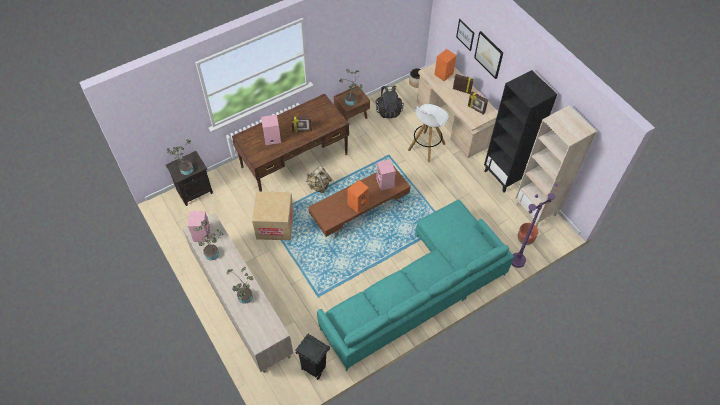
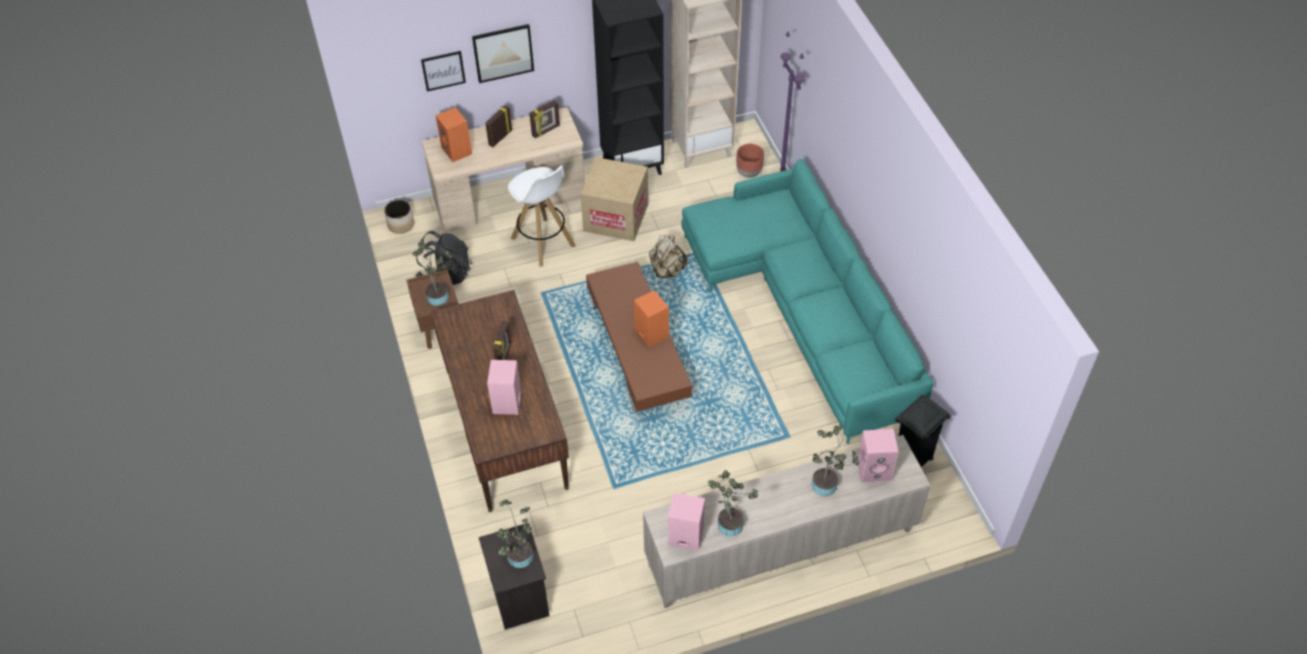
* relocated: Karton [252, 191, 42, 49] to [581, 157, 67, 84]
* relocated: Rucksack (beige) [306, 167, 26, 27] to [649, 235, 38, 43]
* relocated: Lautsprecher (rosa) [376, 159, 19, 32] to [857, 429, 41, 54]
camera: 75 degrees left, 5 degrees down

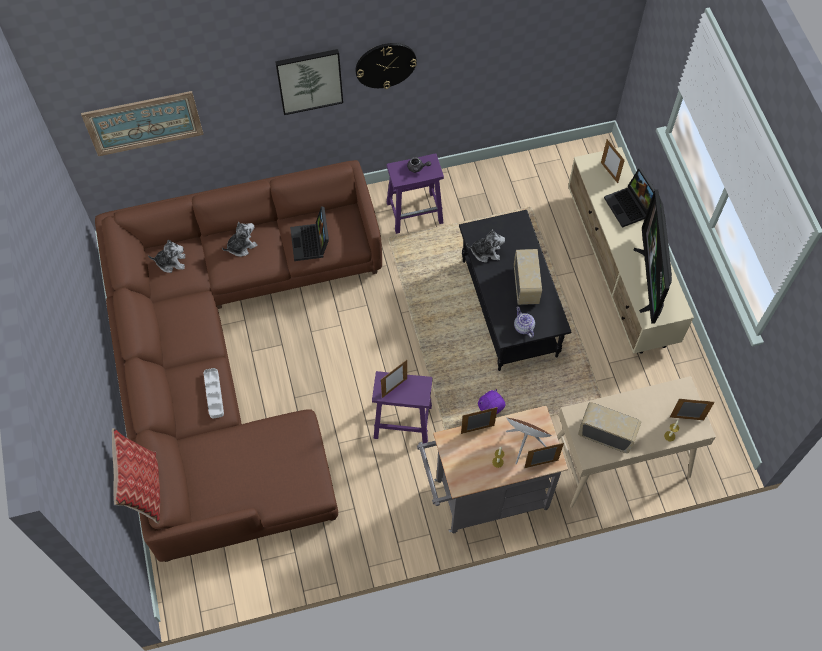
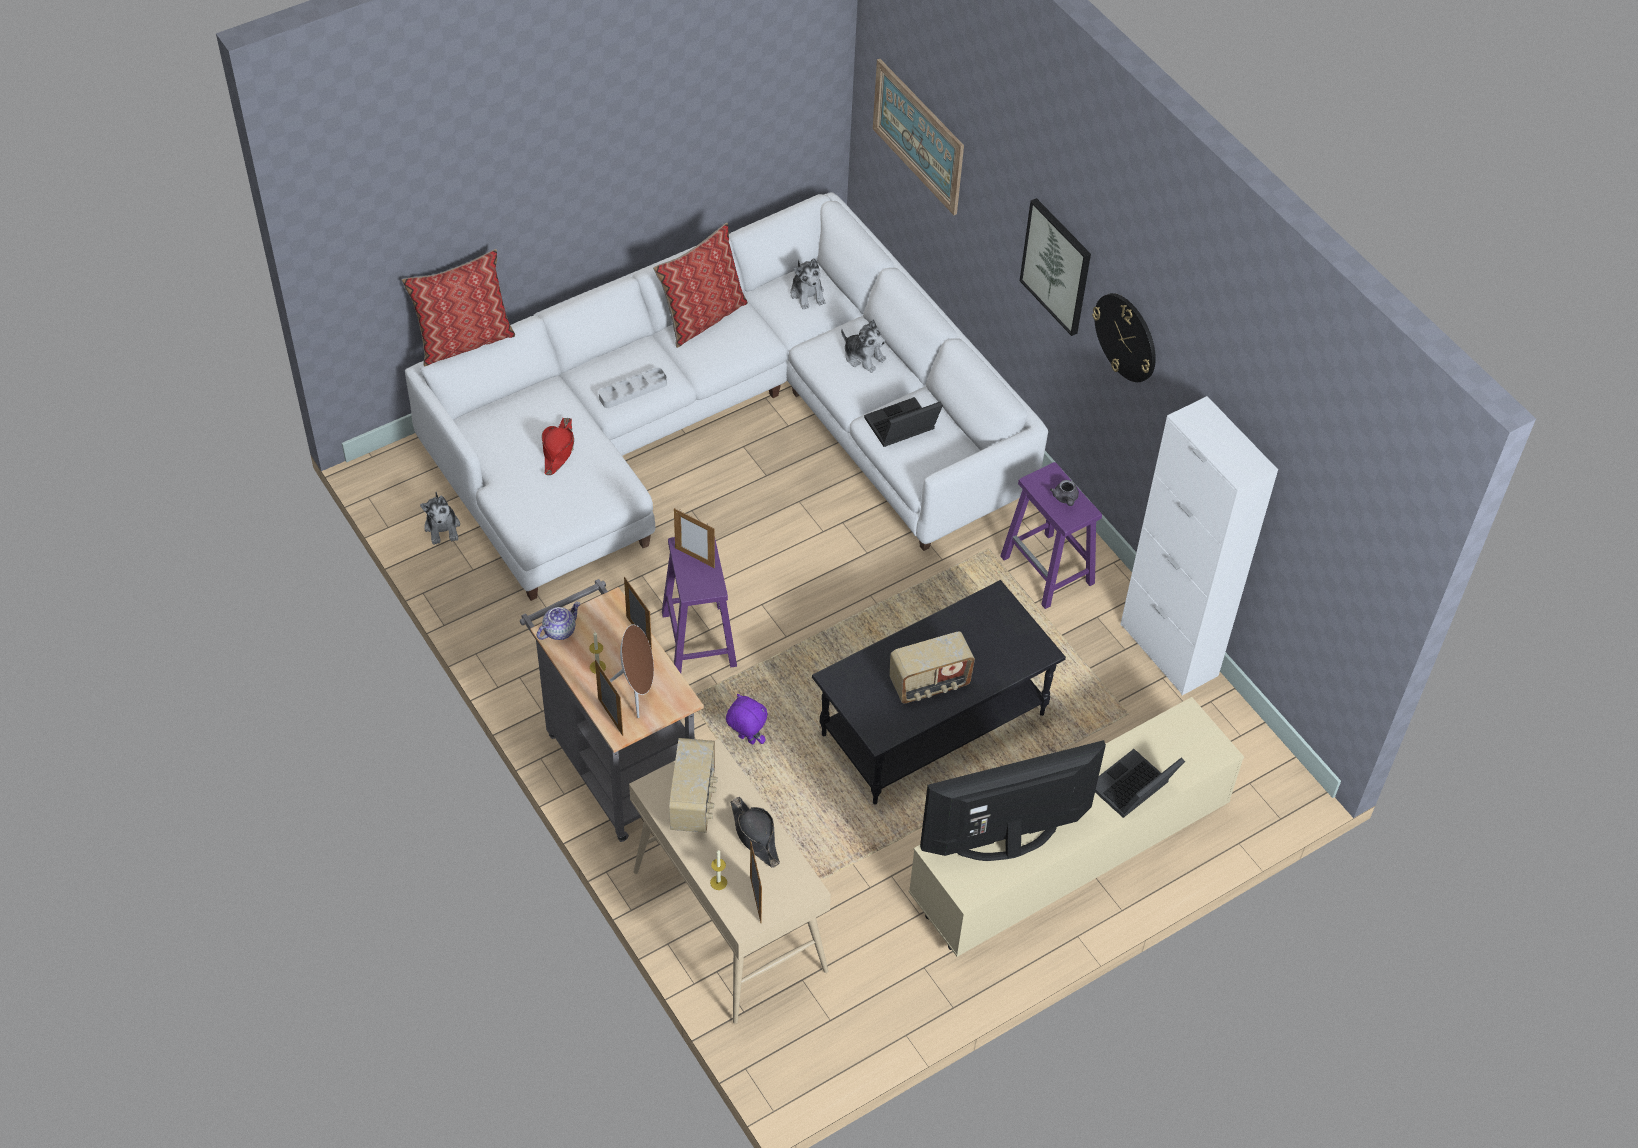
* colour: Sofa (braun) [95, 160, 287, 402] to Sofa (weiß) [405, 192, 643, 409]
* relocated: Plüschtier [466, 229, 39, 34] to [420, 492, 40, 53]
* relocated: Teekanne [514, 306, 21, 32] to [537, 602, 43, 38]
* appeared: Hut (rot) [542, 418, 32, 57]
* appeared: Kissen [653, 223, 95, 125]
* appeared: Hut (schwarz) [730, 797, 50, 71]
* appeared: Schrank (weiß) [1120, 396, 158, 299]
* missing: Bilderrahmen [601, 139, 24, 44]
camera: 70 degrees right, 10 degrees down

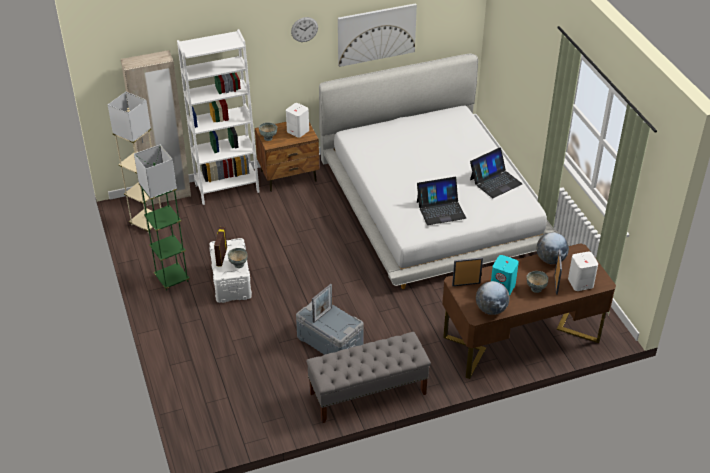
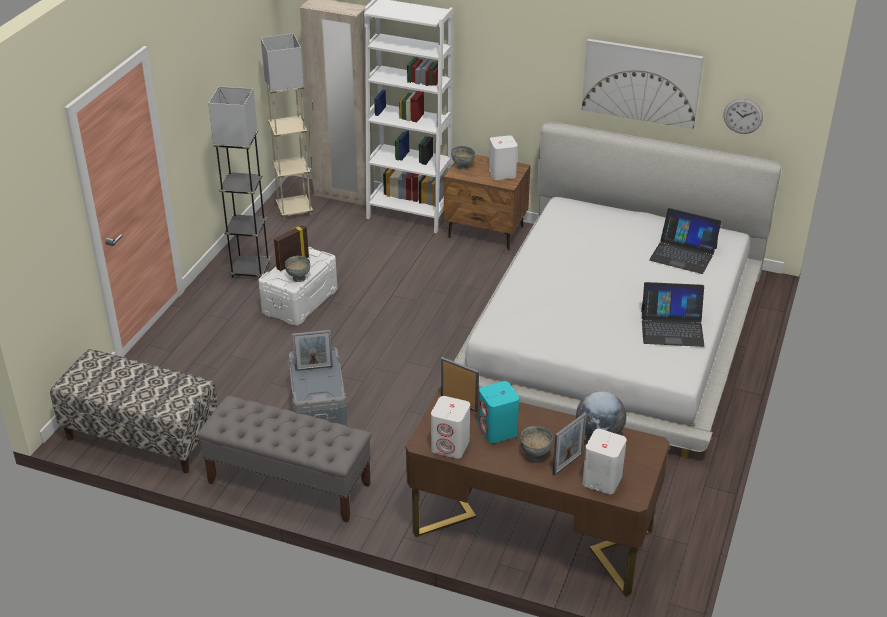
* appeared: Bank [50, 349, 168, 124]
* colour: Stehlampe (grün) [134, 145, 56, 146] to Stehlampe (grau) [208, 86, 63, 192]
* exchanged: Globus [476, 281, 34, 34] to Lautsprecher (weiß) [431, 396, 39, 63]
* relocated: Laptop [417, 177, 49, 48] to [649, 208, 73, 66]
* relocated: Wanduhr [291, 17, 27, 25] to [723, 98, 40, 36]
camera: 40 degrees right, 5 degrees down

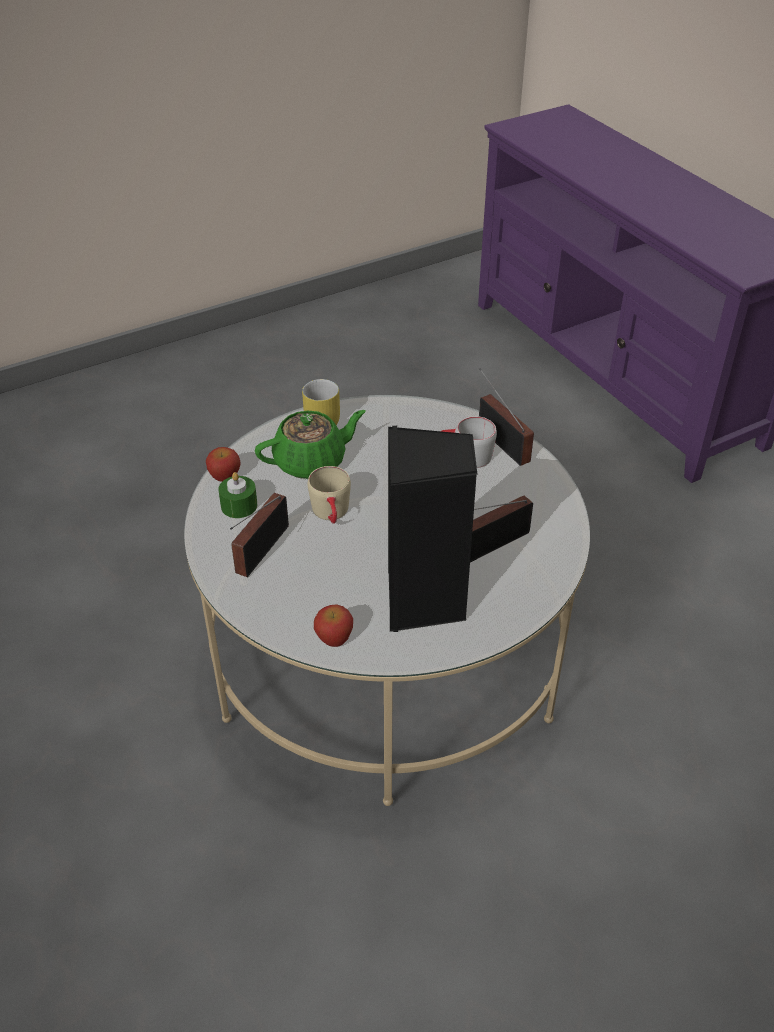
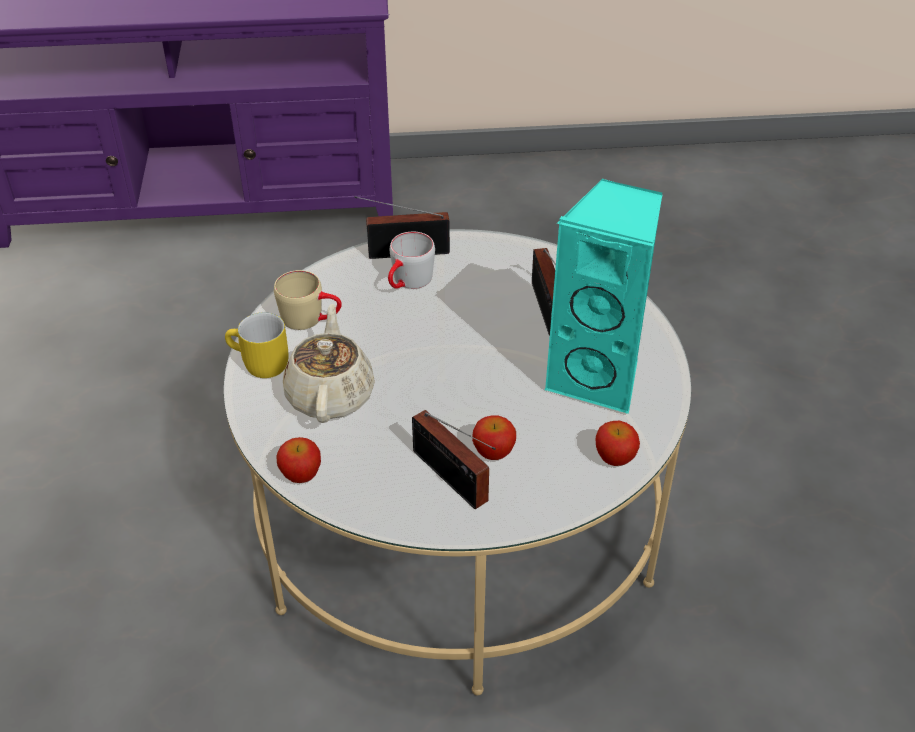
* relocated: Henkelbecher (beige) [307, 466, 44, 58] to [274, 270, 68, 60]
* colour: Teekanne (grün) [255, 410, 111, 69] to Teekanne (beige) [283, 304, 92, 119]
* appeared: Apfel [472, 415, 44, 45]
* colour: Lautsprecher (schwarz) [388, 426, 90, 206] to Lautsprecher (türkis) [544, 179, 118, 235]
* missing: Kerze (grün) [218, 472, 39, 46]
camera: 65 degrees left, 0 degrees up

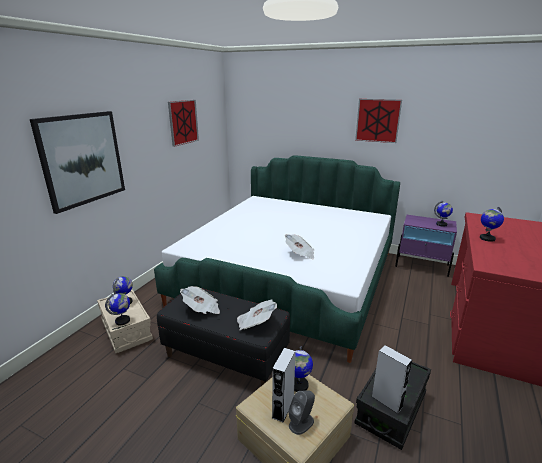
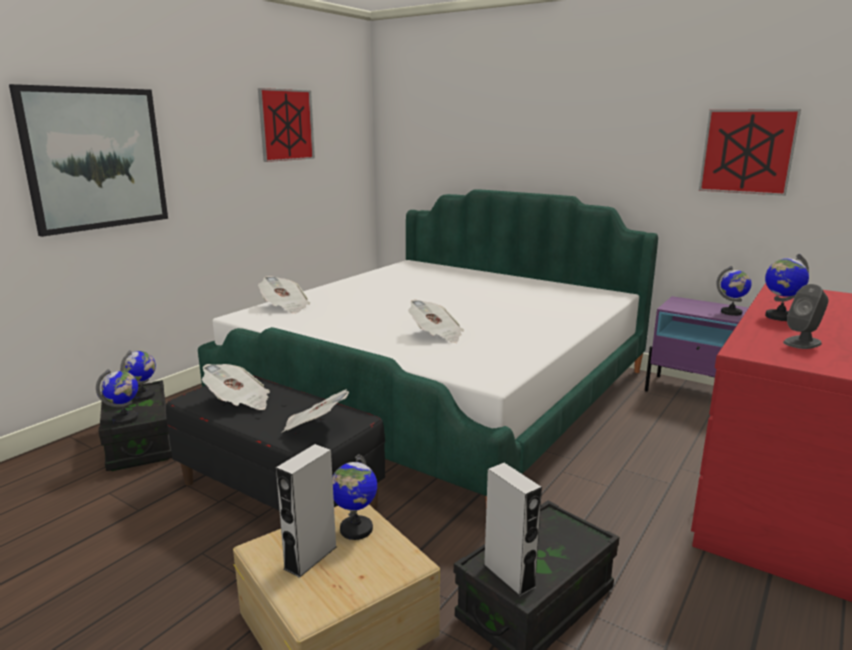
* colour: Aufbewahrungsbox (beige) [97, 290, 56, 63] to Aufbewahrungsbox (schwarz) [99, 380, 73, 91]
* appeared: Zeitung [258, 276, 52, 38]
* relocated: Bild [355, 99, 47, 44] to [699, 109, 102, 87]
* relocated: Lautsprecher (grau) [288, 390, 27, 45] to [783, 284, 45, 65]
camera: 10 degrees right, 5 degrees down

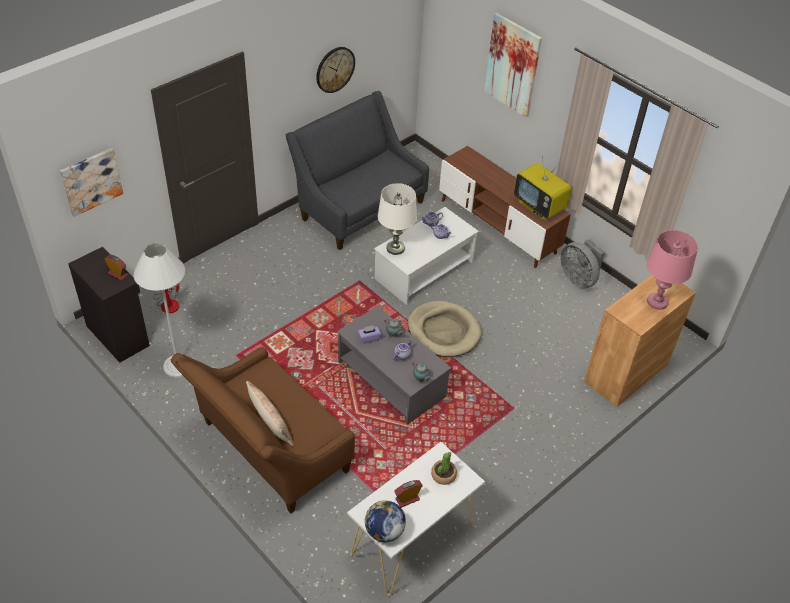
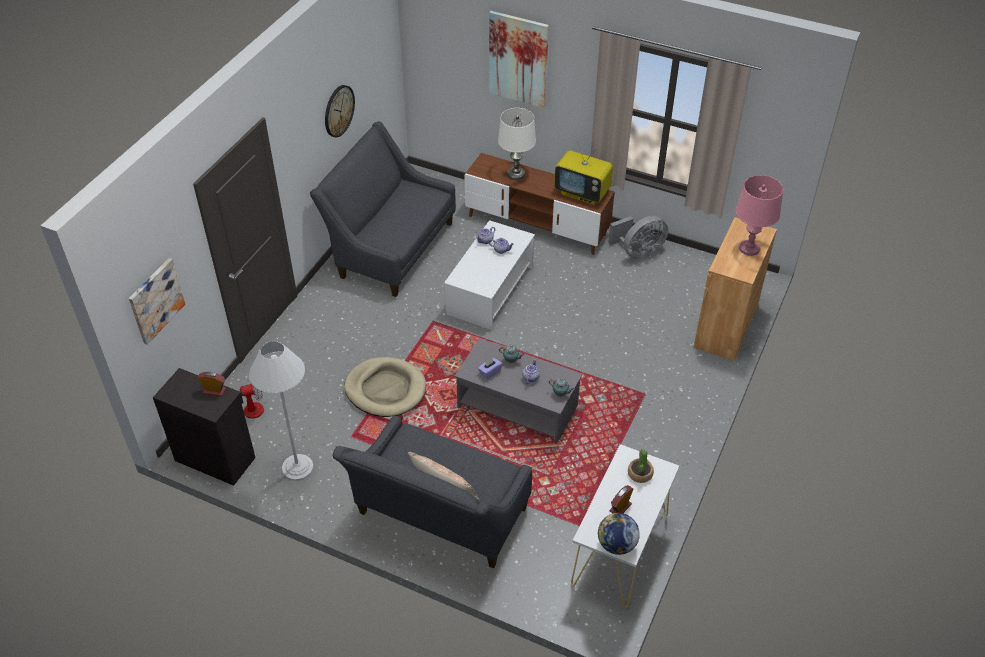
* colour: Sofa (braun) [171, 347, 184, 166] to Sofa (grau) [332, 416, 200, 152]
* relocated: Hundebett (beige) [408, 301, 74, 56] to [344, 357, 82, 60]
* relocated: Tischlampe (weiß) [378, 183, 39, 72] to [498, 108, 38, 72]
* spun: Ventilator (grau) [560, 239, 45, 49] = [608, 216, 60, 43] 60 degrees counterclockwise
camera: 20 degrees left, 0 degrees up

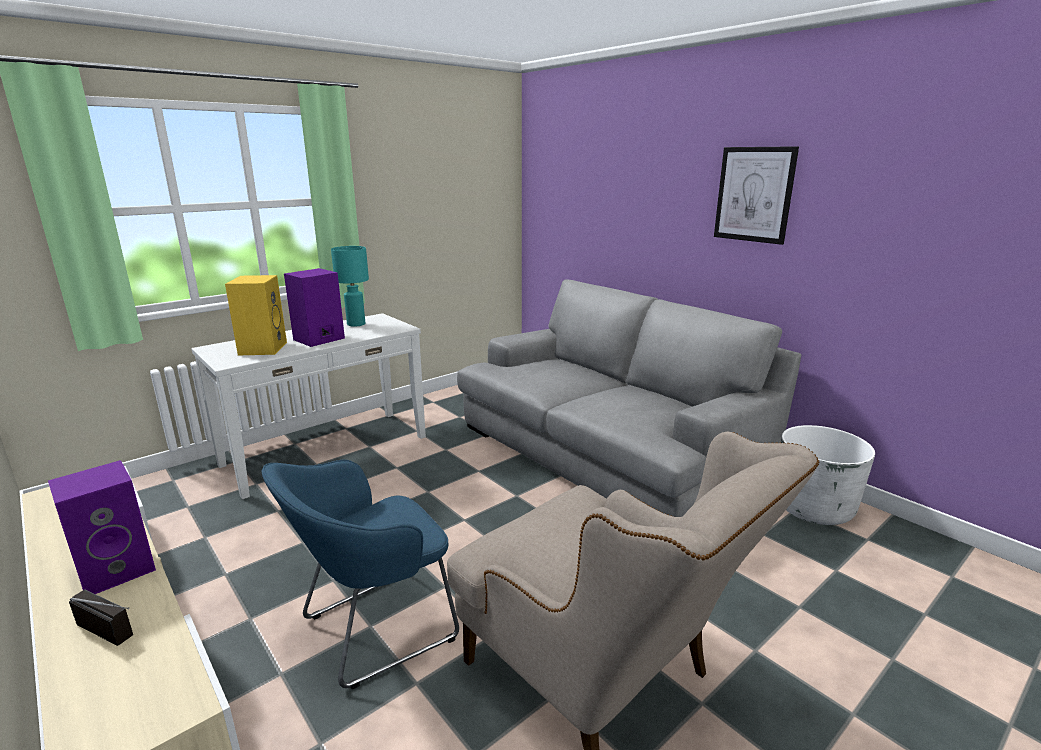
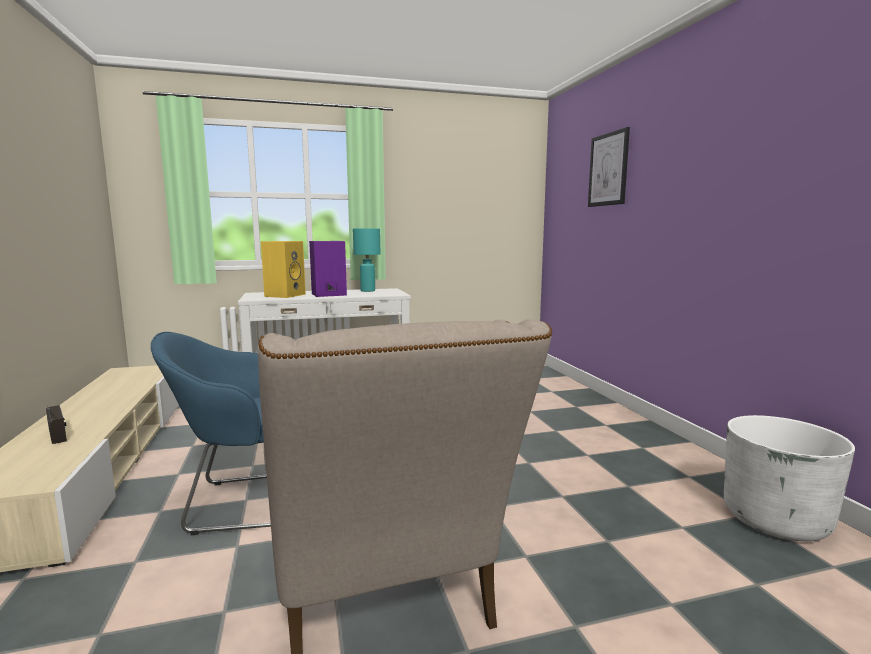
* relocated: Bild [714, 146, 85, 99] to [588, 127, 42, 80]
* missing: Lautsprecher (lila) [48, 460, 108, 134]
* missing: Sofa (grau) [457, 280, 345, 237]
camera: 25 degrees right, 10 degrees down

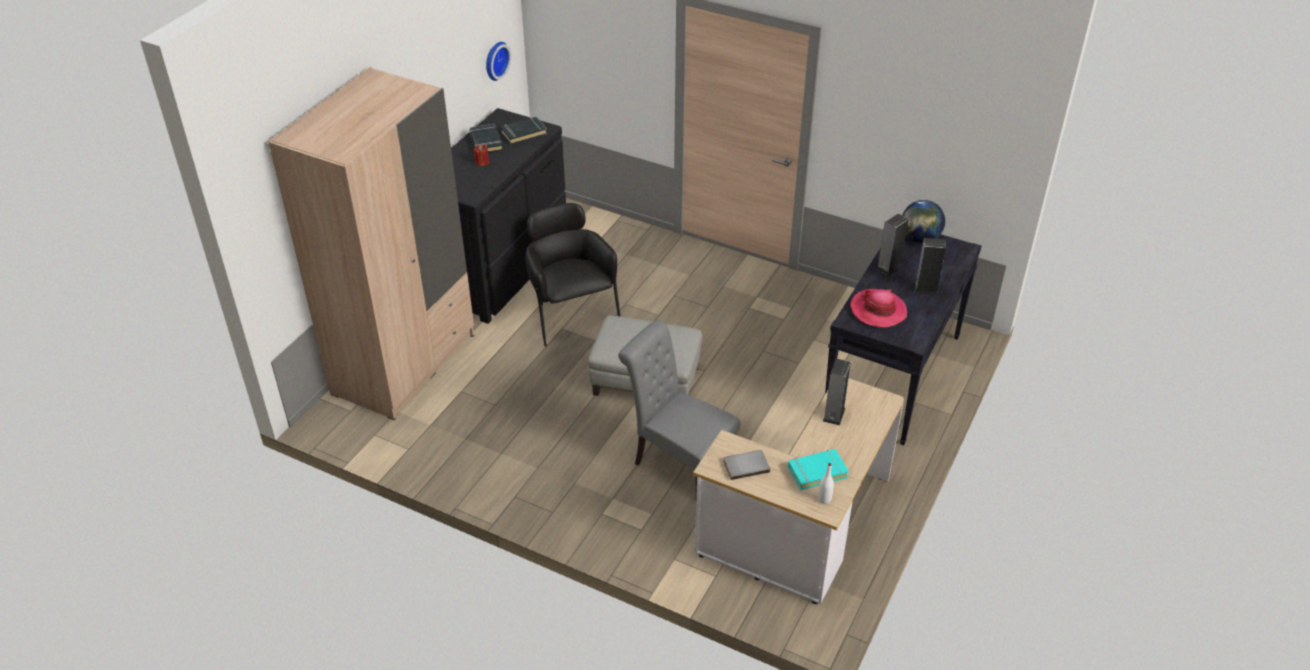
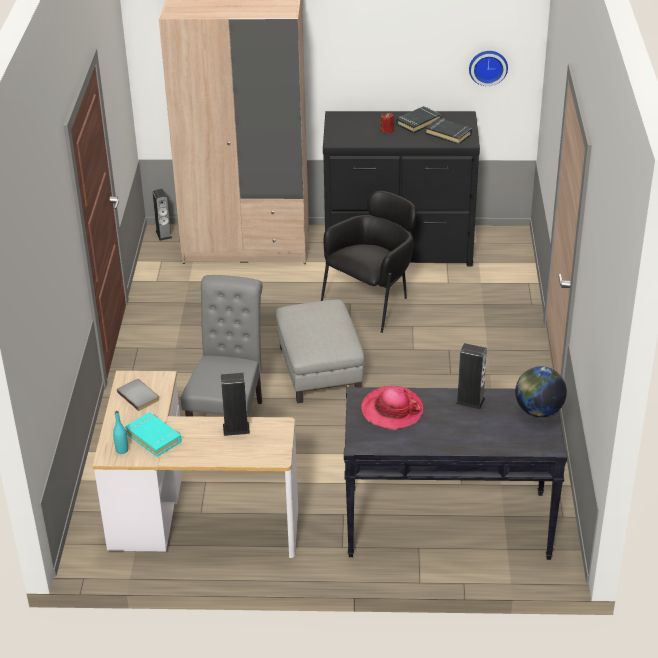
* colour: Flasche (weiß) [818, 463, 16, 41] to Flasche (türkis) [113, 411, 15, 43]
* relocated: Lautsprecher [914, 238, 32, 57] to [152, 189, 20, 52]
camera: 65 degrees right, 5 degrees down

